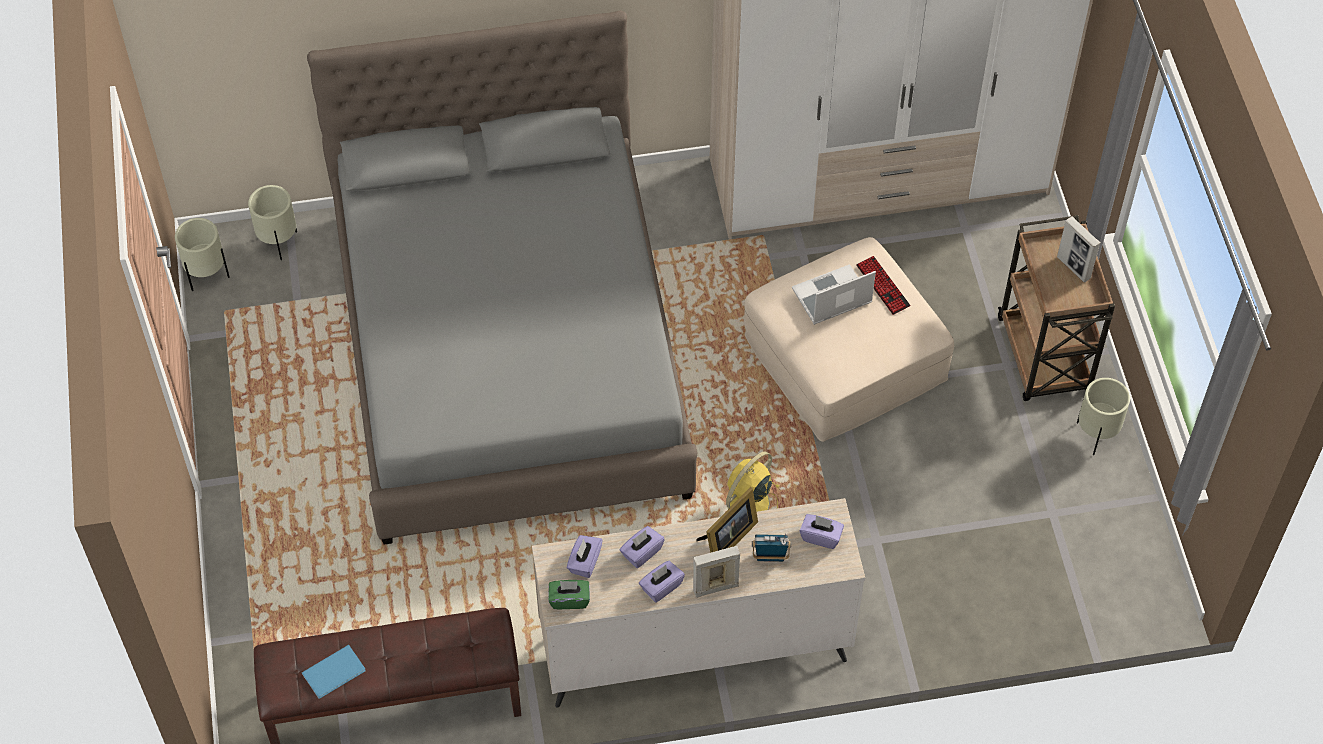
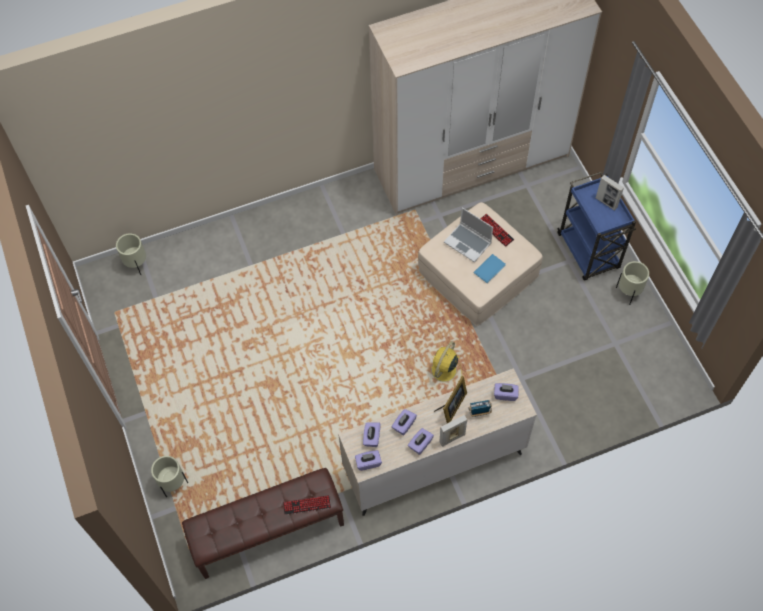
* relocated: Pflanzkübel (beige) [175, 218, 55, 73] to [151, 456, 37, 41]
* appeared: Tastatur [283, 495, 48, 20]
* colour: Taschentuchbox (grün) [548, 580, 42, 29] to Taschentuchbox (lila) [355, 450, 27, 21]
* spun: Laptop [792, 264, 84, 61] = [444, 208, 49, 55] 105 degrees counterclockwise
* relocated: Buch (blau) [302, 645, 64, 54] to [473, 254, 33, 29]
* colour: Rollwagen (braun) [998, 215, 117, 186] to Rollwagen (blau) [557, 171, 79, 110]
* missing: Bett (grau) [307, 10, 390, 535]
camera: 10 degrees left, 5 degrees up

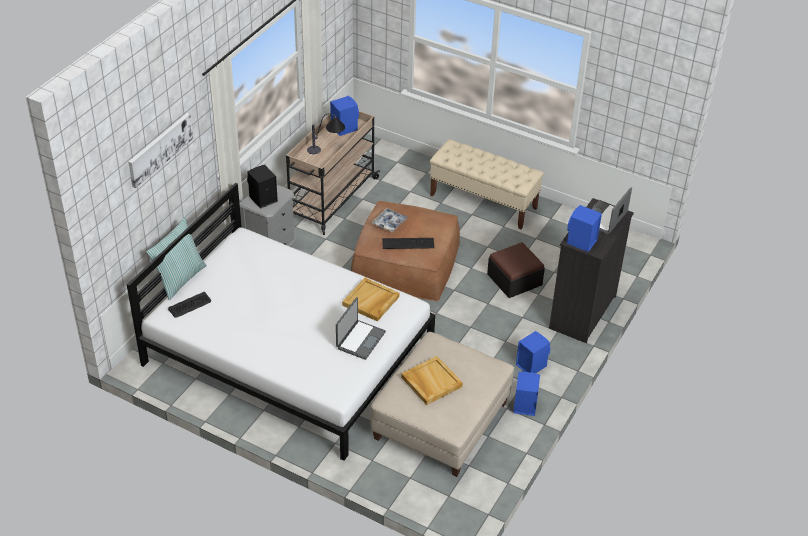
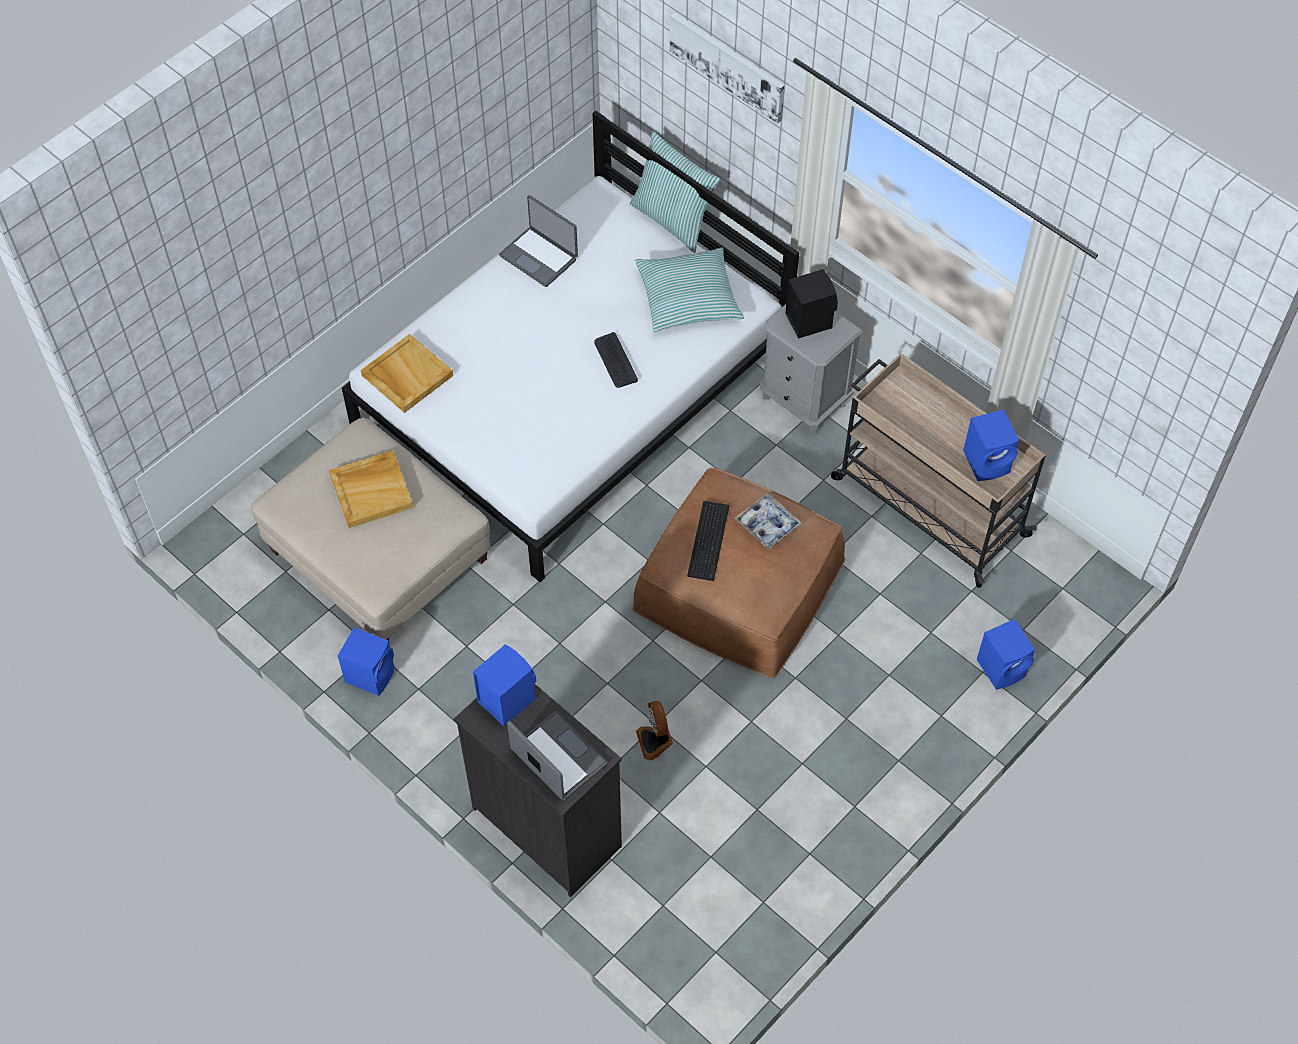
* relocated: Tablett (beige) [342, 278, 58, 44] to [361, 334, 92, 79]
* relocated: Laptop [336, 297, 50, 63] to [499, 195, 79, 92]
* relocated: Tastatur [168, 292, 43, 26] to [594, 332, 44, 56]
* appeared: Kissen [635, 248, 109, 84]
* exchanged: Polsterhocker [487, 242, 58, 56] to Ventilator [636, 701, 37, 59]
* relocated: Lautsprecher (blau) [516, 331, 34, 42] to [977, 619, 58, 71]
* missing: Tischlampe [307, 113, 38, 41]
* missing: Bank (beige) [430, 139, 114, 90]
camera: 105 degrees right, 15 degrees up

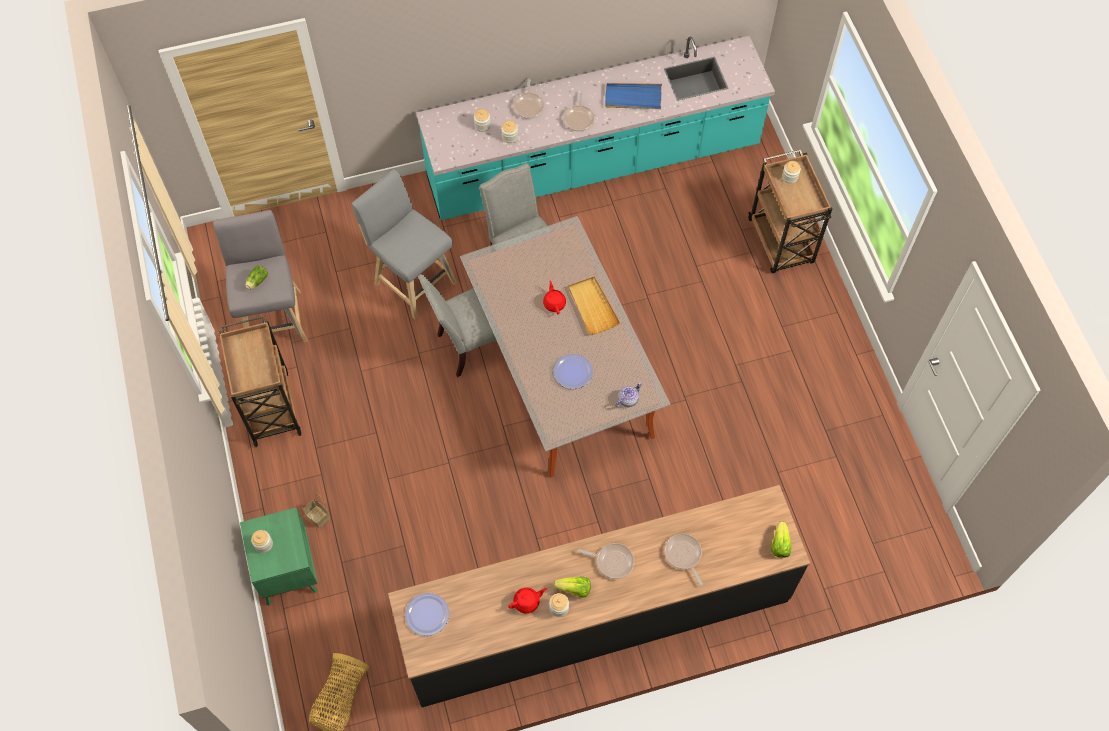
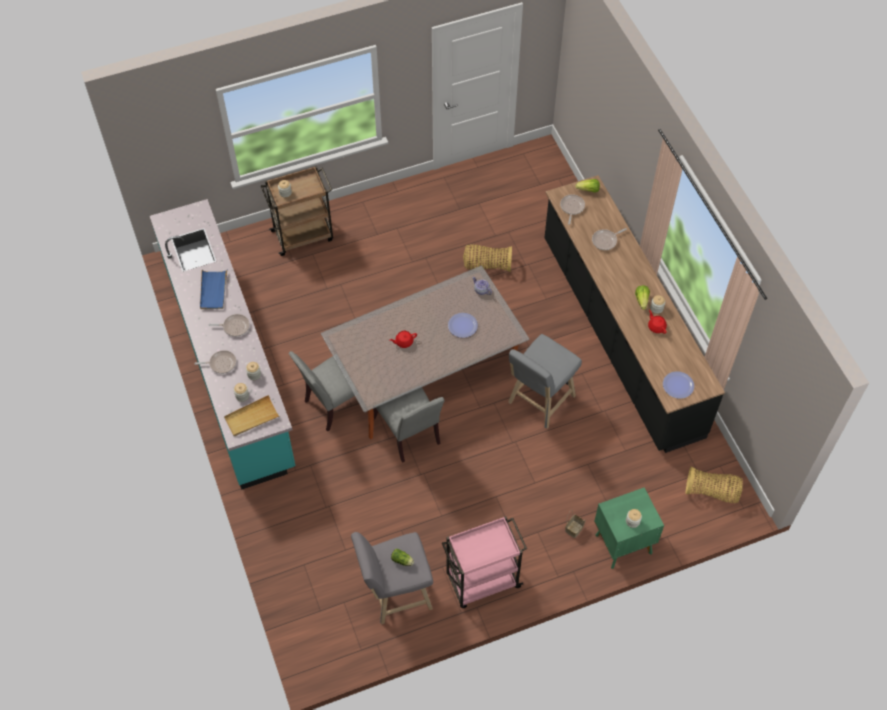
* relocated: Tablett (beige) [568, 276, 52, 59] to [224, 395, 55, 41]
* colour: Rollwagen (braun) [218, 316, 83, 131] to Rollwagen (rosa) [442, 516, 85, 92]
* appeared: Korb [463, 244, 49, 28]
* relocated: Hocker (grau) [351, 169, 106, 150] to [508, 334, 74, 95]
* relocated: Pfanne [578, 543, 56, 36] to [560, 194, 25, 30]
camera: 95 degrees left, 5 degrees down

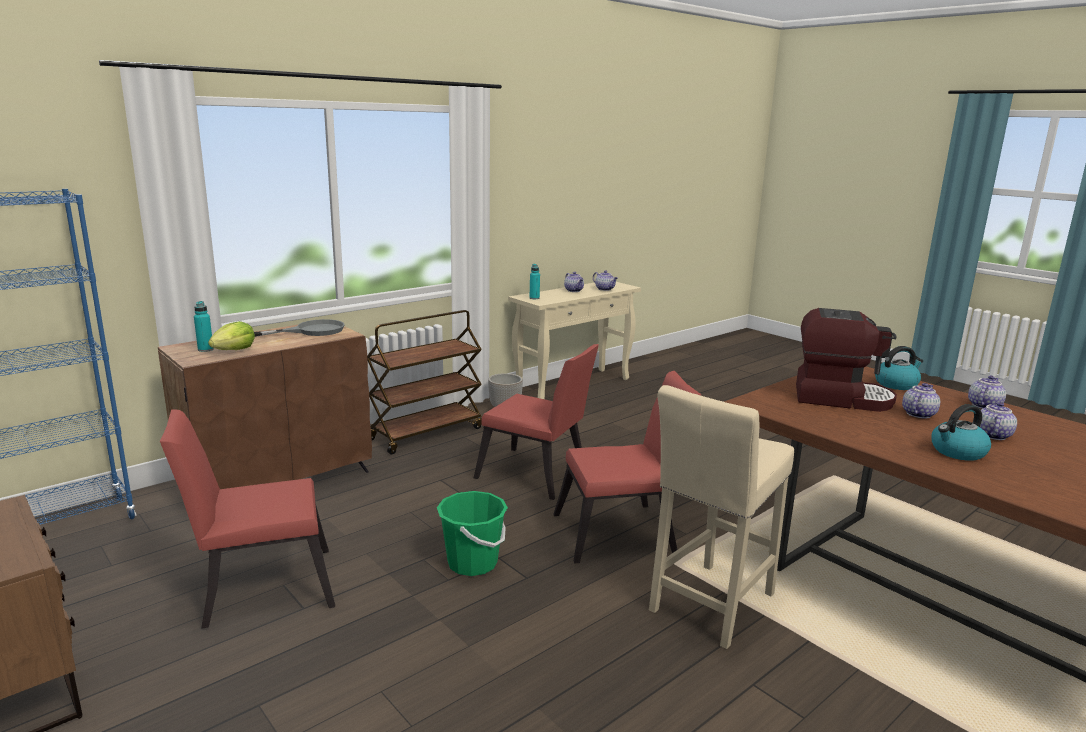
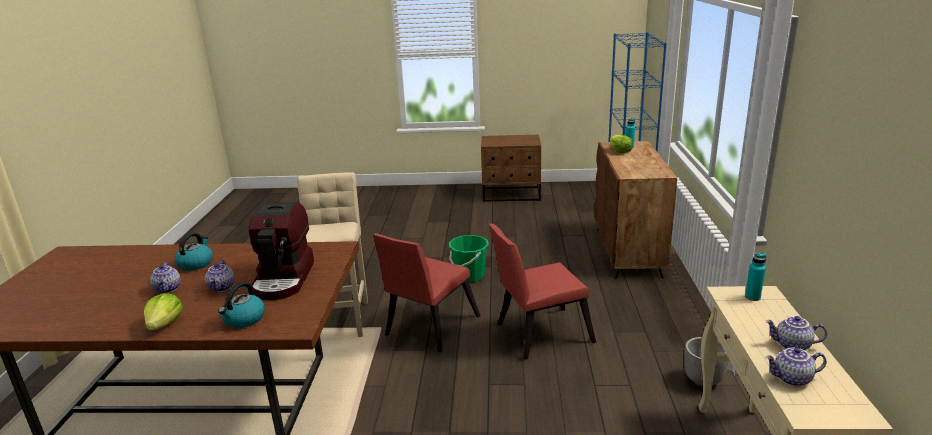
* exchanged: Teekanne [968, 375, 38, 34] to Salatkopf [144, 293, 39, 37]
* spun: Kaffeemaschine [796, 308, 101, 104] = [249, 202, 65, 98] 60 degrees counterclockwise
* missing: Stuhl (rot) [160, 409, 175, 219]
* missing: Pfanne (grau) [254, 319, 91, 18]
* missing: Rollwagen (braun) [367, 310, 115, 145]
camera: 135 degrees right, 5 degrees up

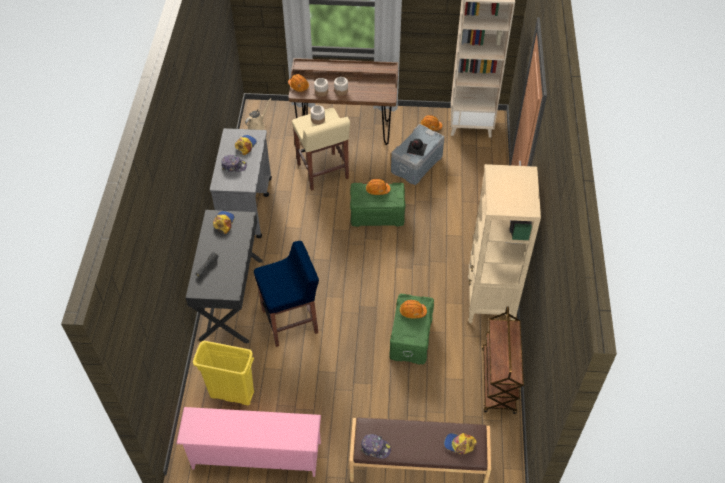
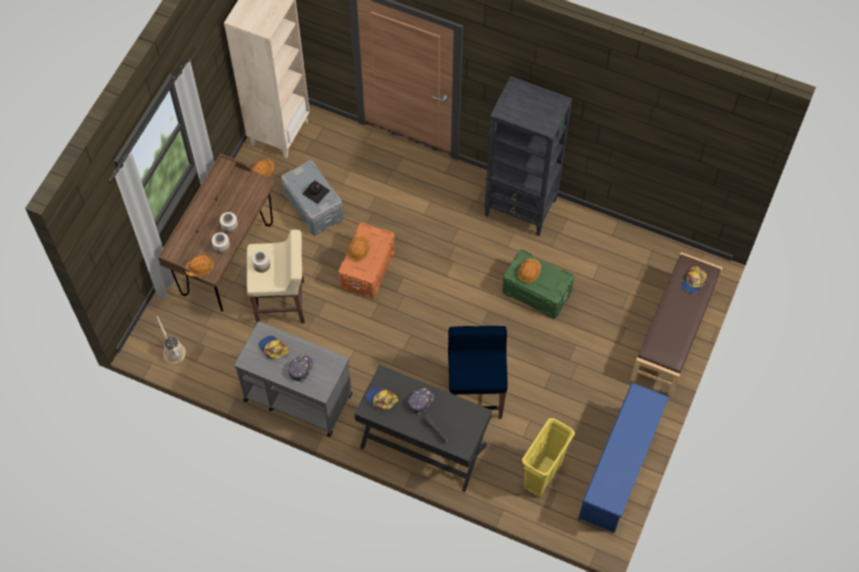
* colour: Aufbewahrungsbox (grün) [350, 183, 55, 44] to Aufbewahrungsbox (orange) [339, 223, 56, 76]
* relocated: Kappe [361, 434, 30, 25] to [408, 388, 26, 27]
* colour: Bücherregal (beige) [468, 164, 73, 159] to Bücherregal (schwarz) [484, 76, 88, 160]
* colour: Schuhregal (rosa) [176, 407, 145, 70] to Schuhregal (blau) [578, 382, 91, 151]
* missing: Rollwagen (braun) [482, 306, 42, 108]
camera: 70 degrees left, 10 degrees up

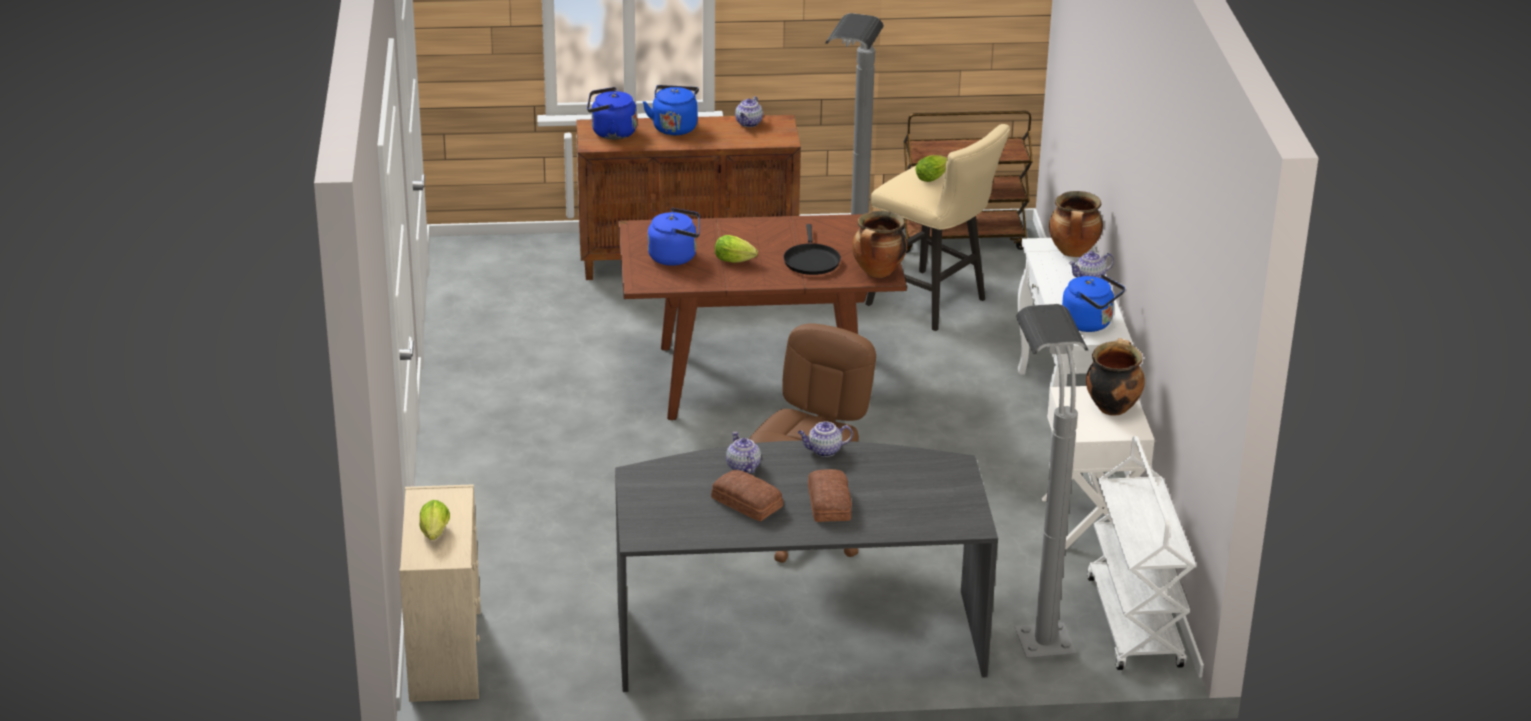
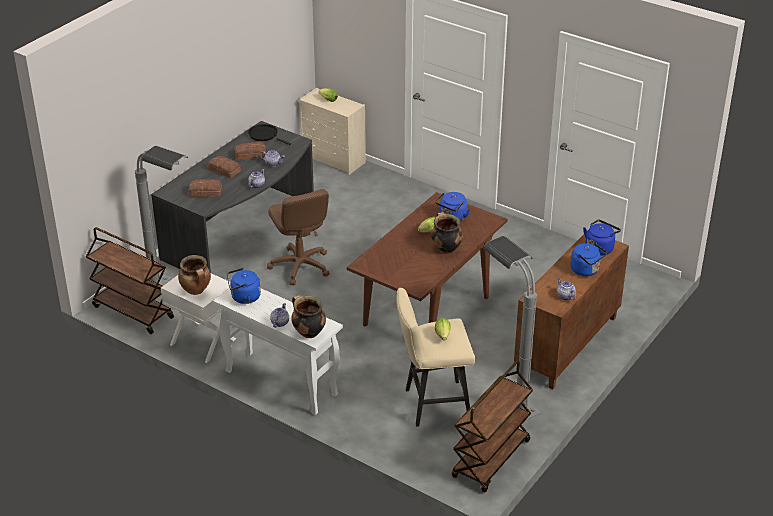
* colour: Rollwagen (weiß) [1087, 436, 109, 234] to Rollwagen (braun) [86, 227, 88, 107]
* appeared: Brot [189, 179, 33, 18]
* relocated: Pfanne (schwarz) [783, 224, 58, 51] to [248, 124, 43, 21]
* relocated: Kochtopf [852, 211, 55, 67] to [431, 212, 32, 42]
camera: 130 degrees right, 5 degrees up

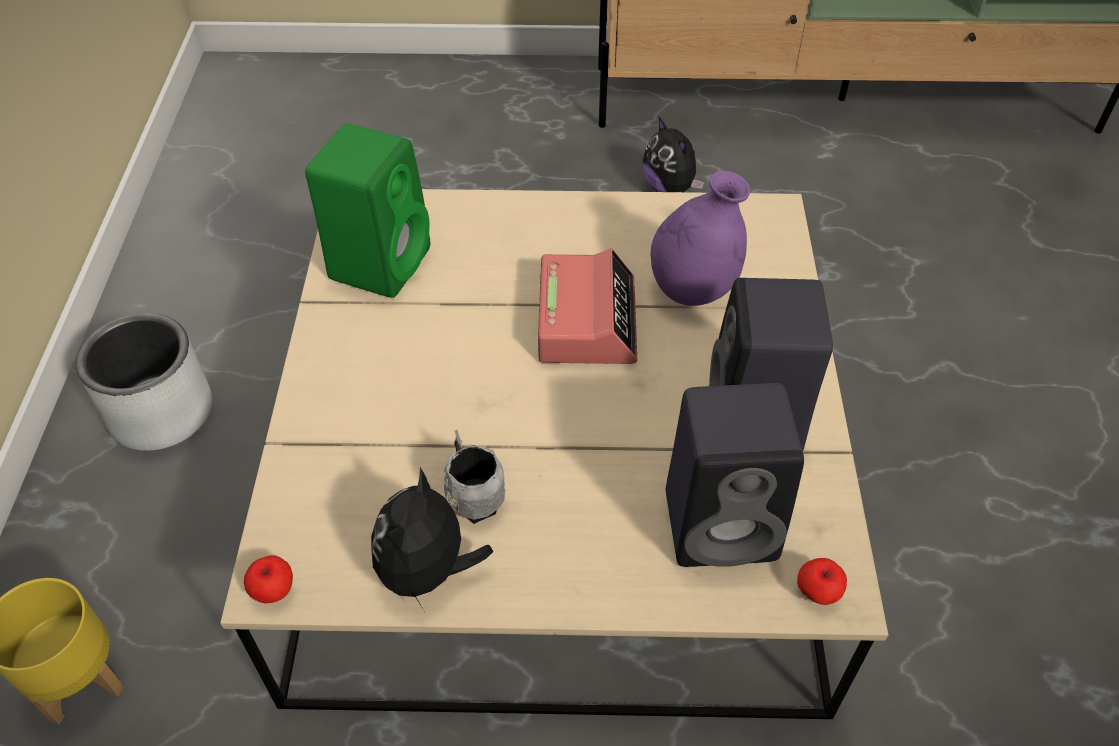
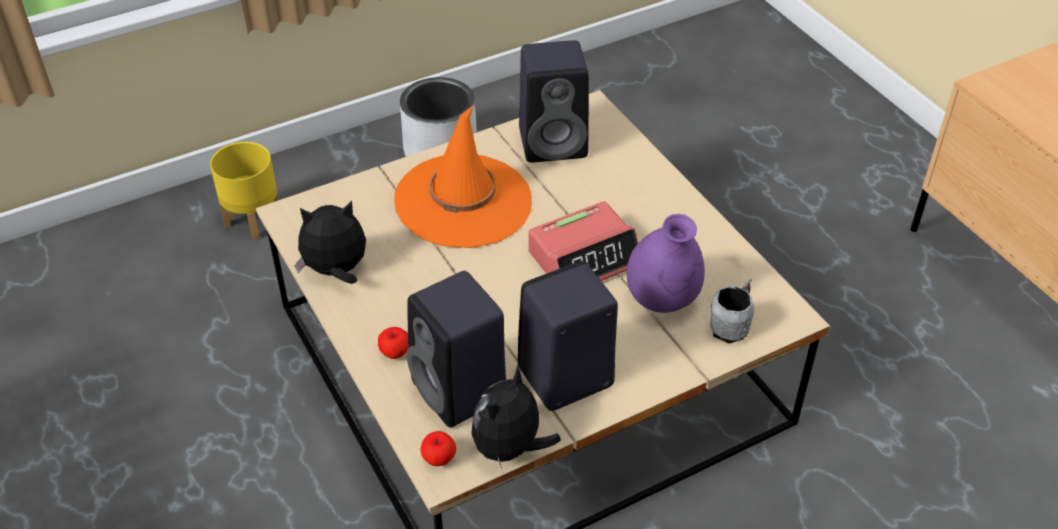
* relocated: Apfel [244, 555, 49, 48] to [378, 327, 31, 32]
* appeared: Hut (orange) [394, 105, 138, 143]
* relocated: Plüschtier [643, 117, 61, 75] to [471, 365, 90, 108]
* colour: Lautsprecher (grün) [305, 124, 125, 174] to Lautsprecher (schwarz) [519, 40, 70, 123]
* relocated: Henkelbecher (grau) [443, 430, 62, 94] to [710, 278, 44, 65]
camera: 60 degrees right, 5 degrees down

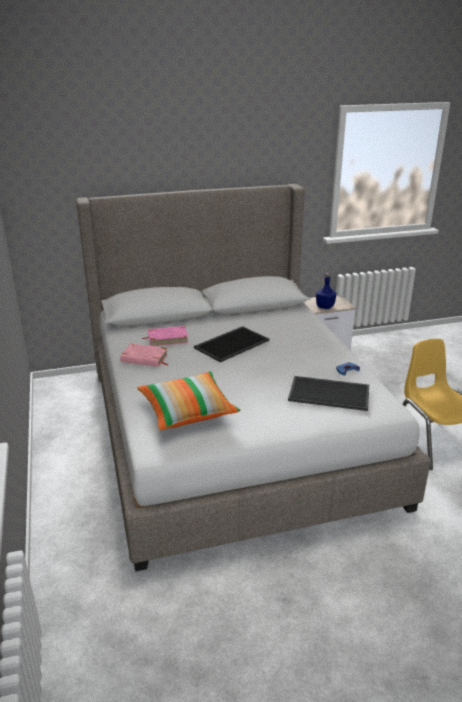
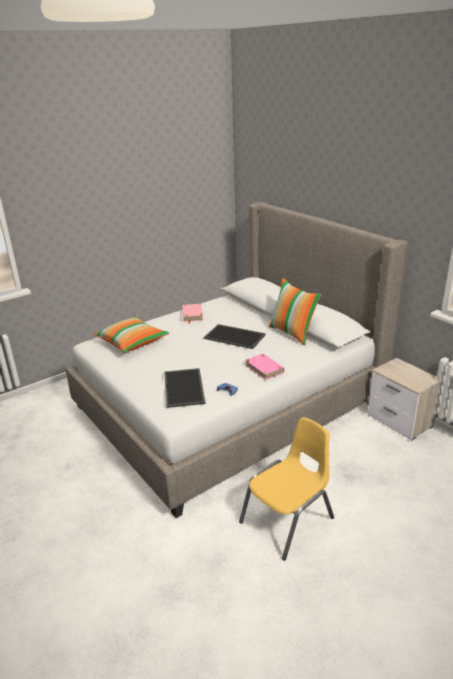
* relocated: Buch (rosa) [142, 326, 46, 20] to [245, 353, 39, 27]
* appeared: Kissen [269, 278, 52, 68]
* missing: Flasche (blau) [316, 273, 21, 36]
camera: 70 degrees right, 0 degrees up

